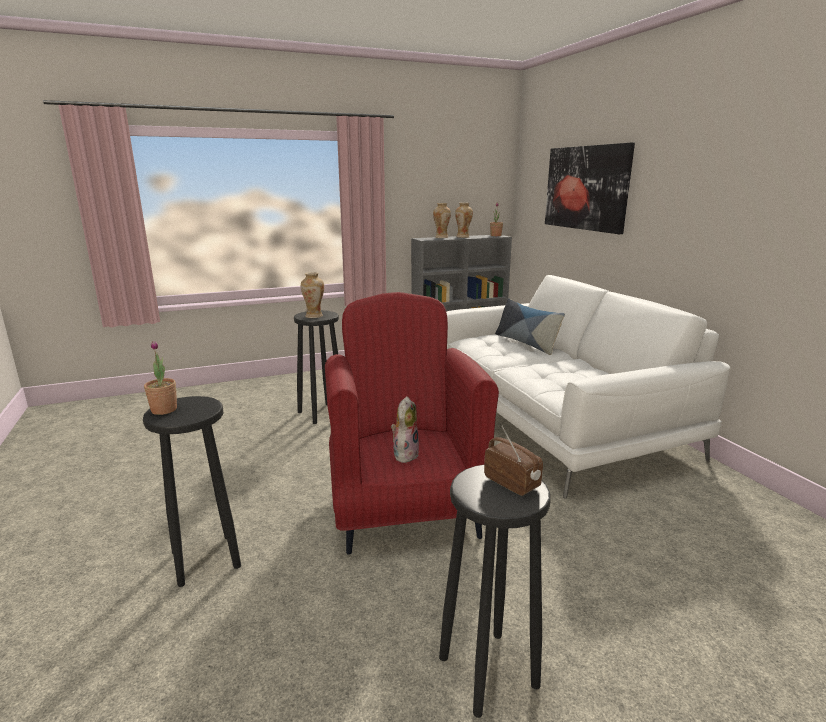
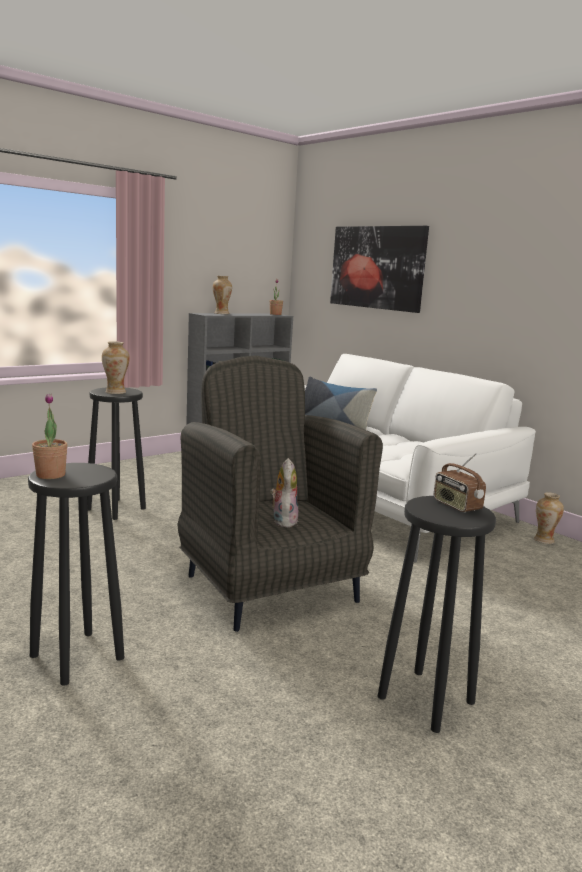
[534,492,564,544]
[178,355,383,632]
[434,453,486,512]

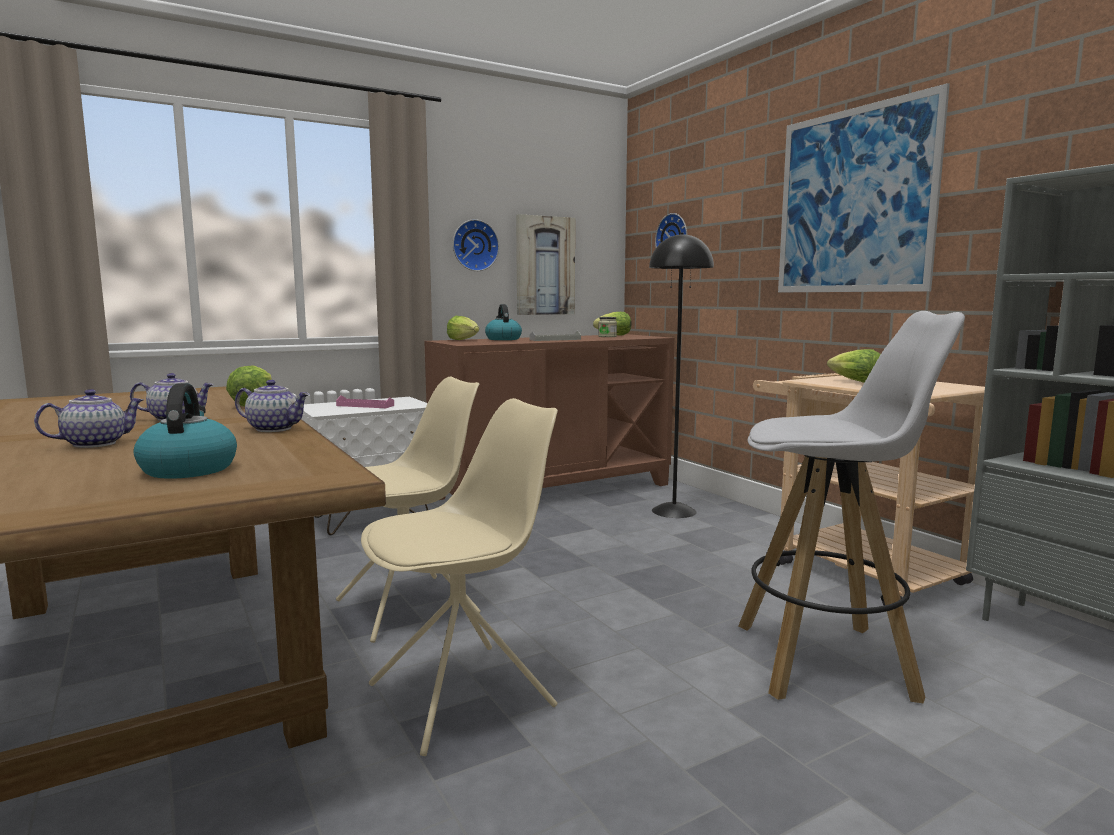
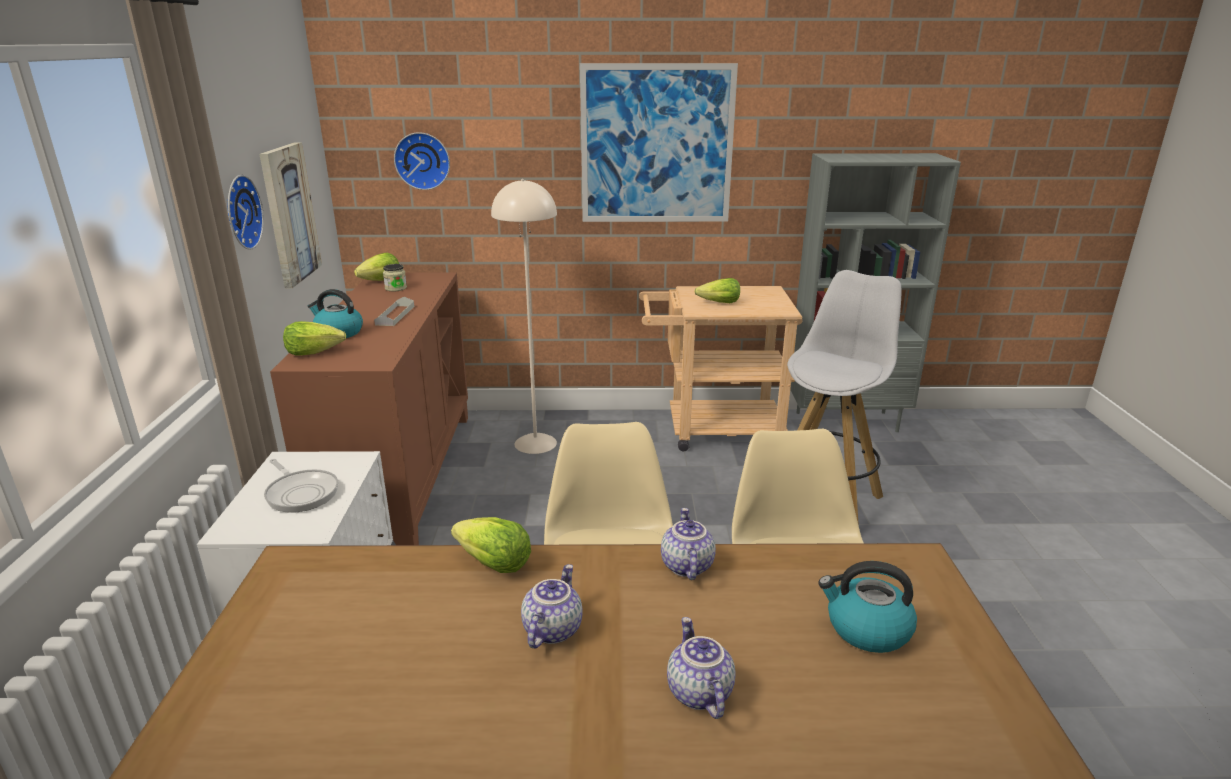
[264,459,338,513]
[491,179,557,454]
[661,508,716,580]

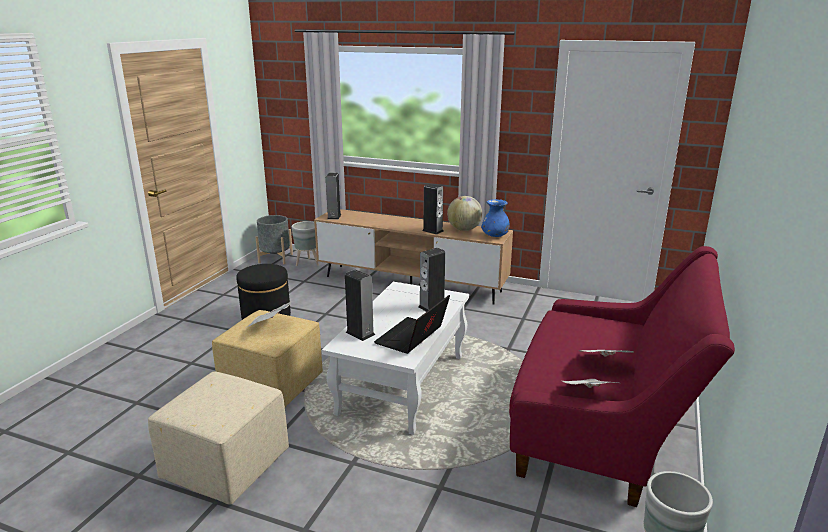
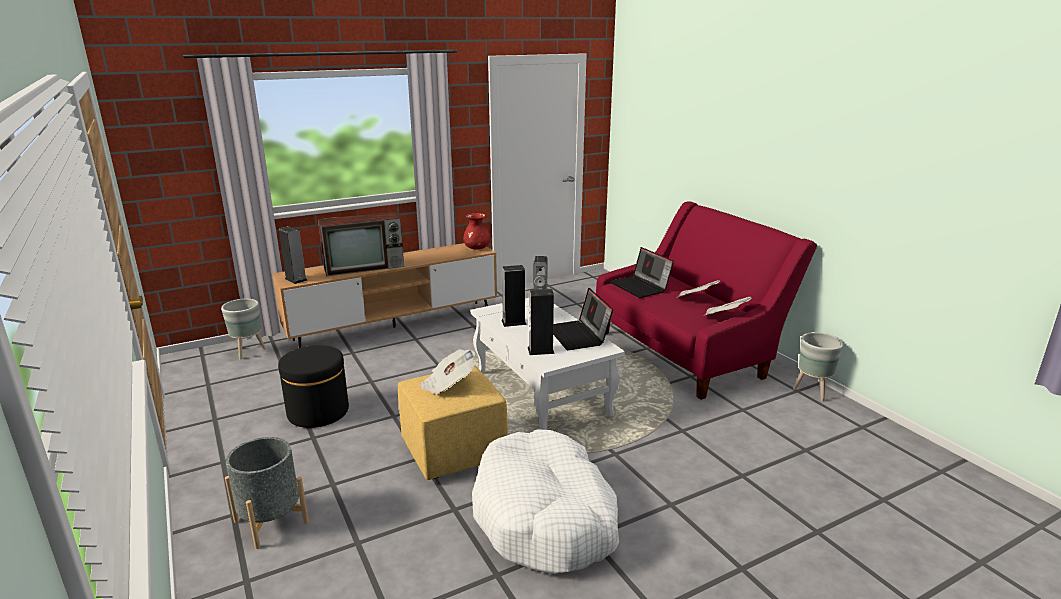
[447,196,482,231] (first image)
[318,212,404,276]
[609,247,674,298]
[225,437,309,549]
[501,265,527,327]
[472,429,619,574]
[463,213,491,249]

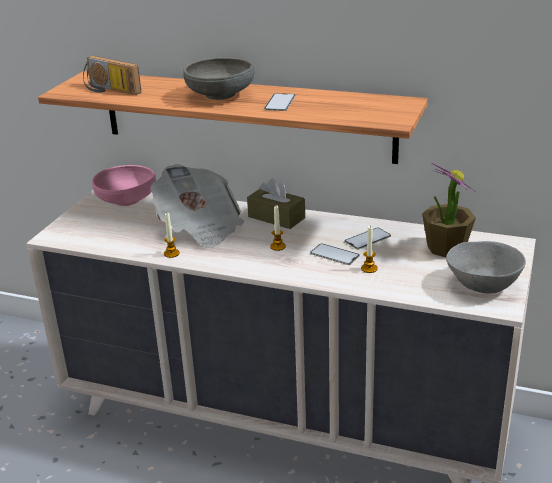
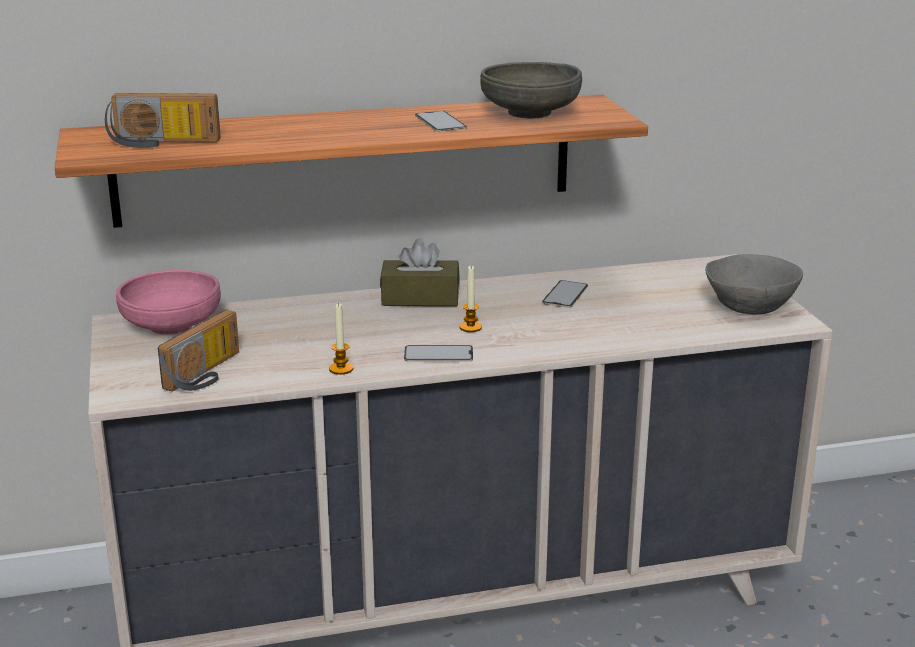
[150,164,244,248] (first image)
[361,226,378,273] (first image)
[422,163,476,257] (first image)
[158,309,239,391]
[480,62,582,119]
[404,345,473,362]

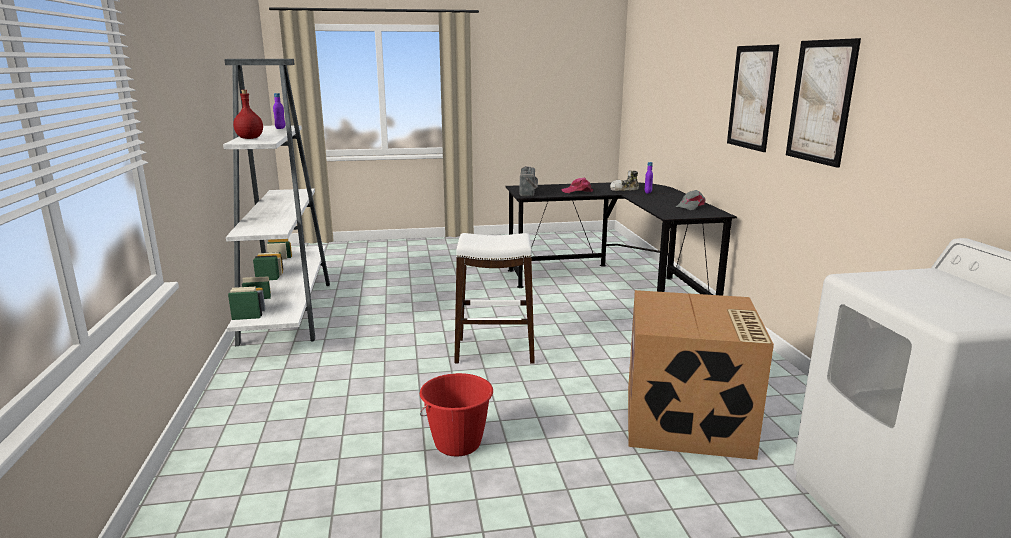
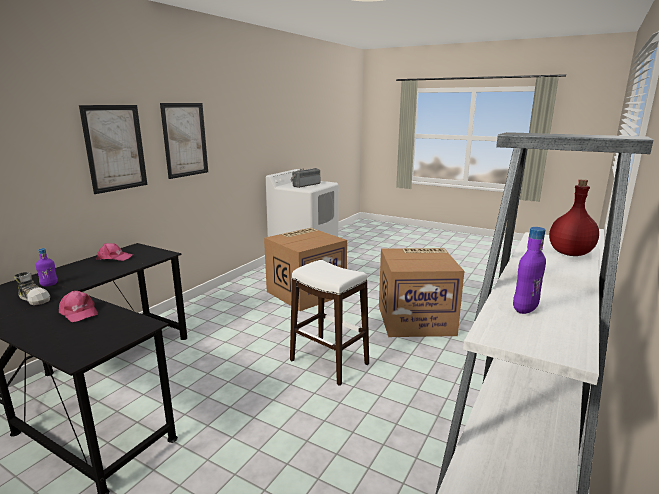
[290,168,320,188]
[379,248,464,337]
[96,243,133,261]

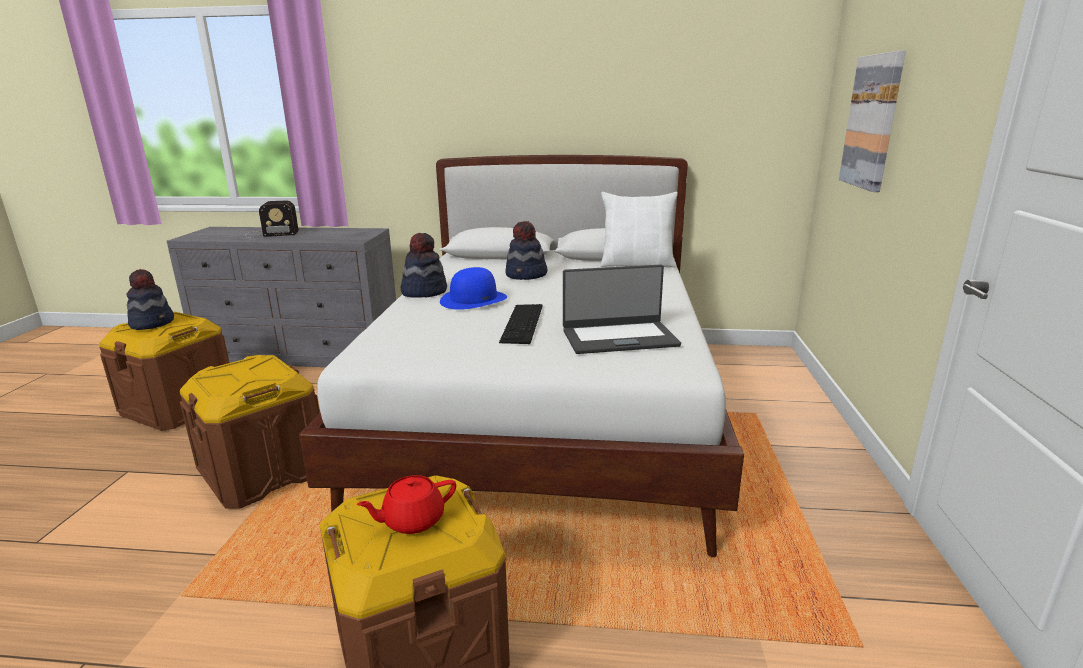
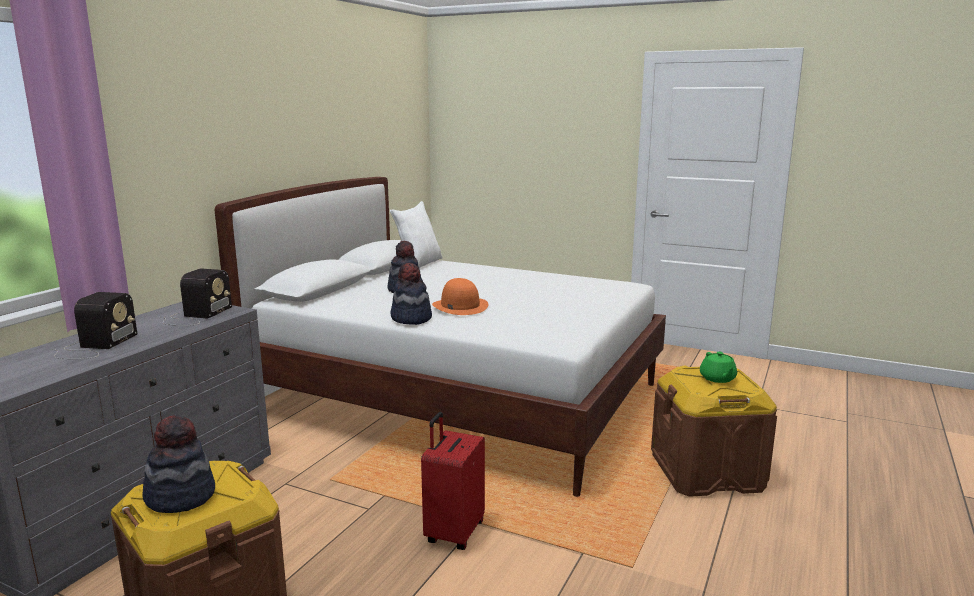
[499,304,543,344] (first image)
[563,265,681,354] (first image)
[839,51,906,192] (first image)
[161,268,232,326]
[421,412,485,550]
[700,352,737,383]
[432,278,489,315]

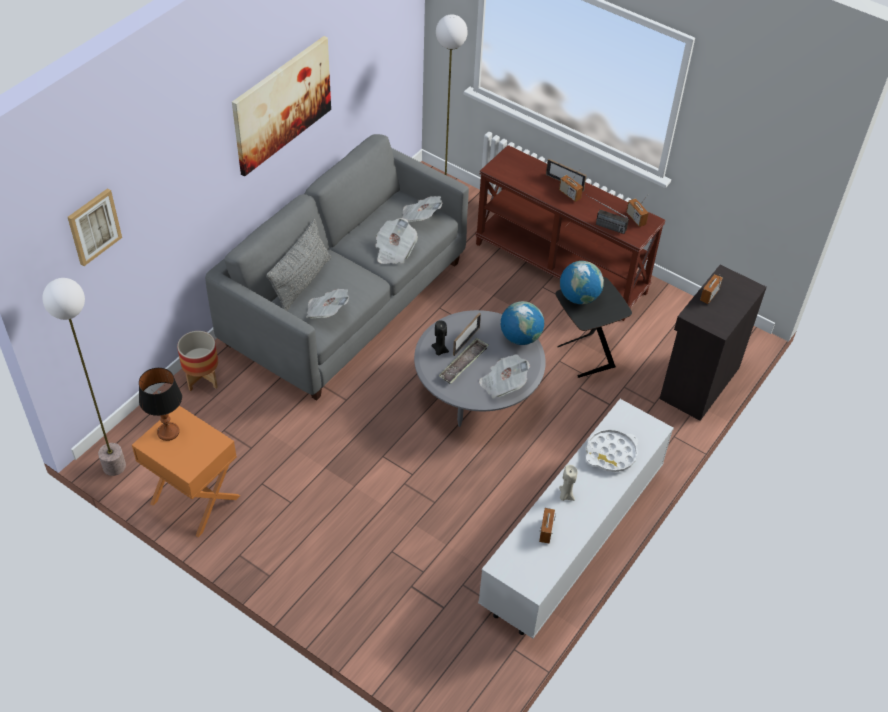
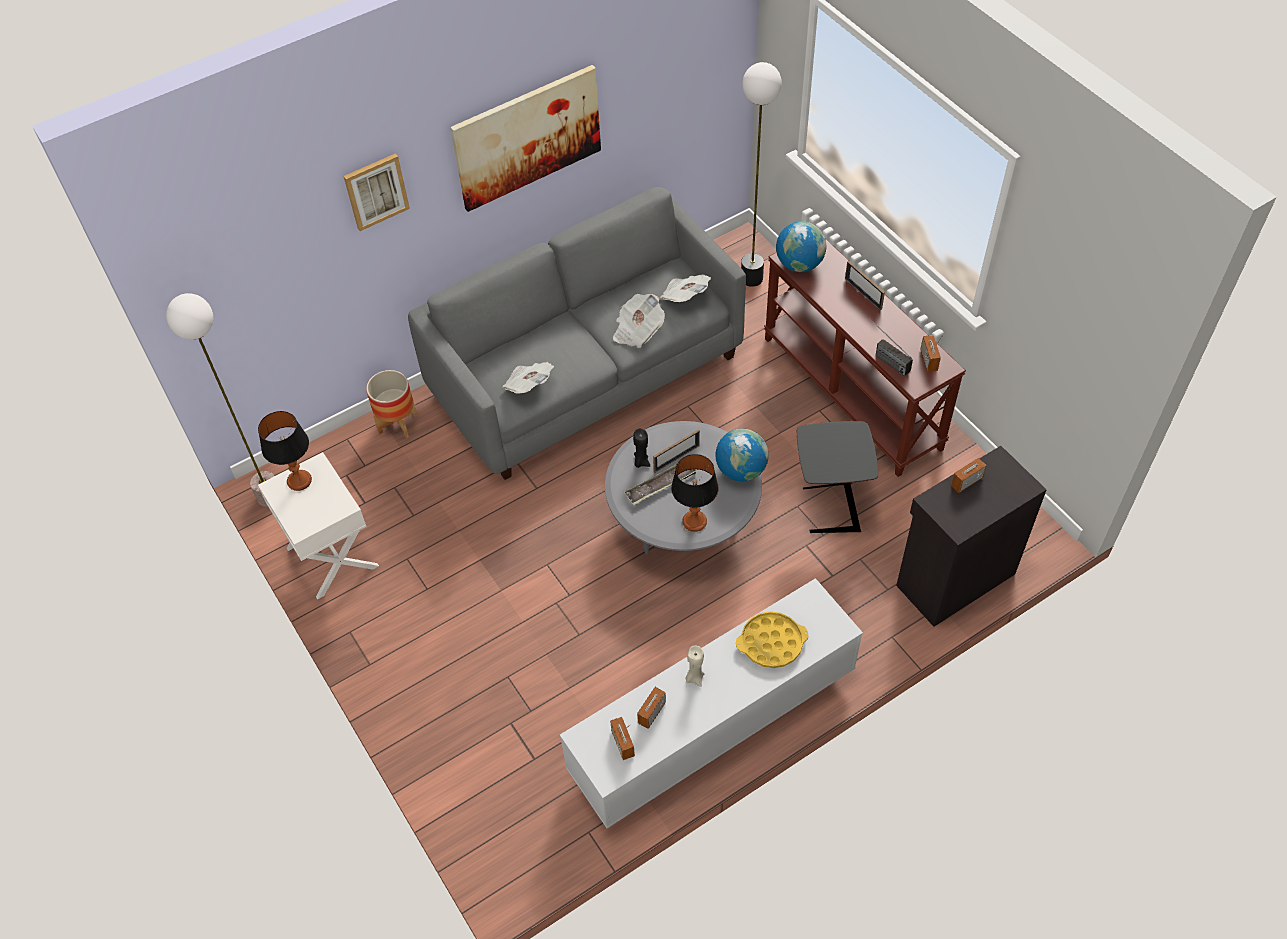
[266,219,332,311] (first image)
[343,153,410,231]
[610,717,635,760]
[776,221,827,272]
[671,454,719,532]
[258,452,379,599]
[736,611,809,668]

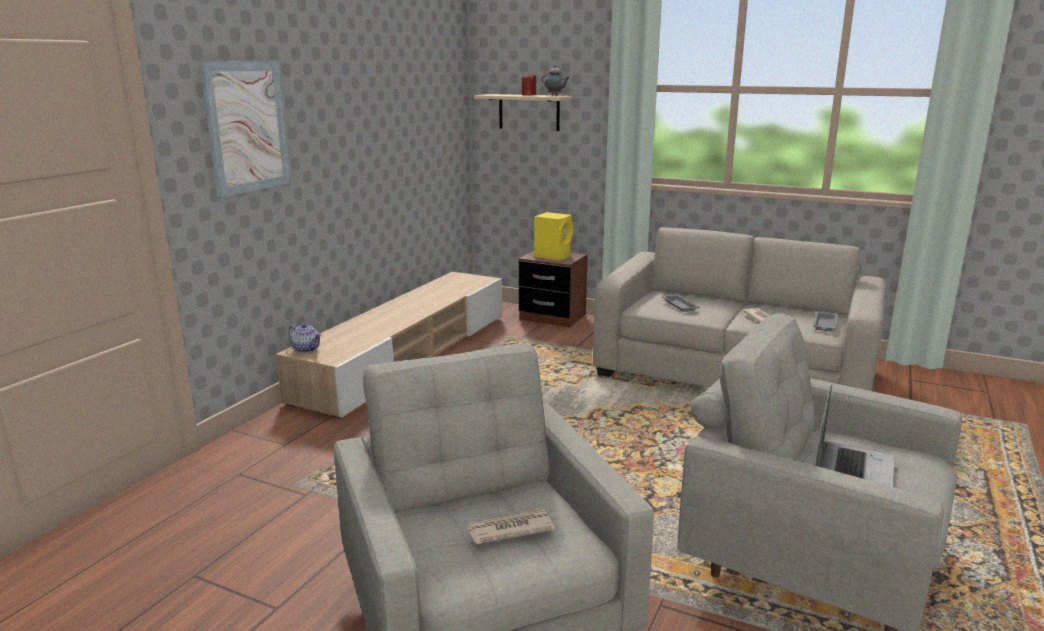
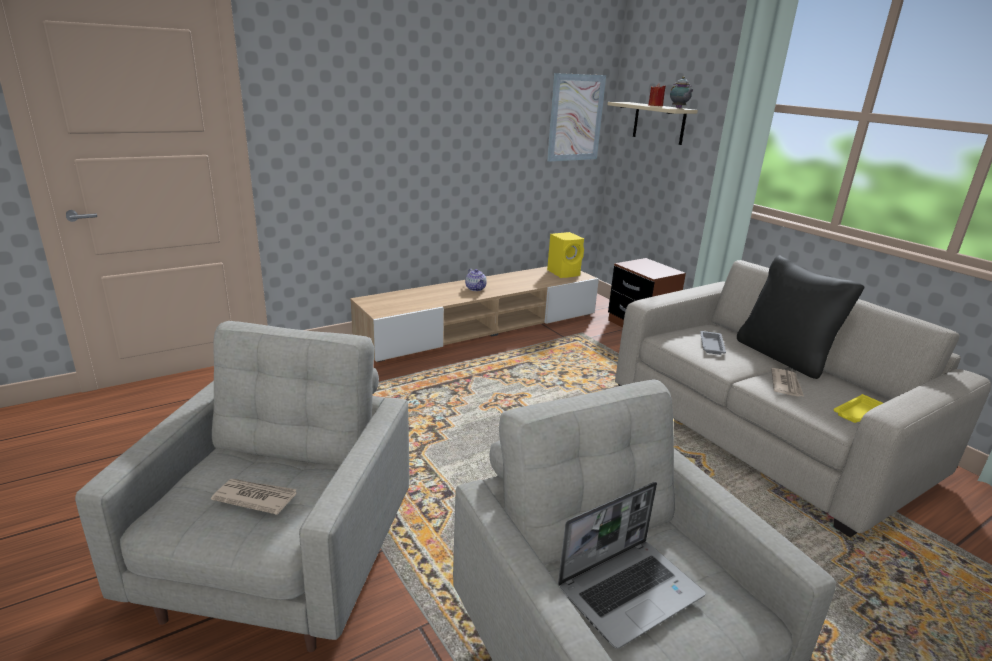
[737,256,864,379]
[547,73,606,162]
[465,269,487,291]
[547,232,584,278]
[834,394,883,423]

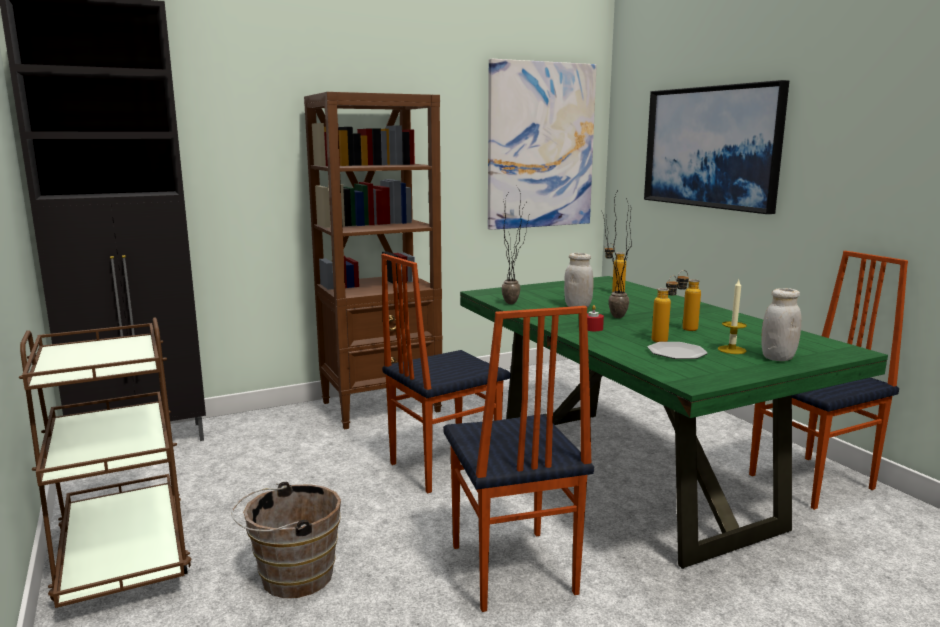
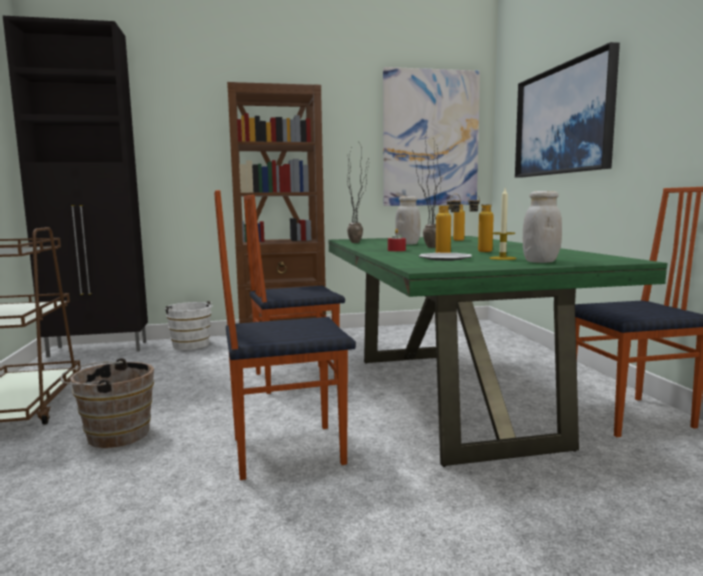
[164,301,213,350]
[214,190,356,480]

